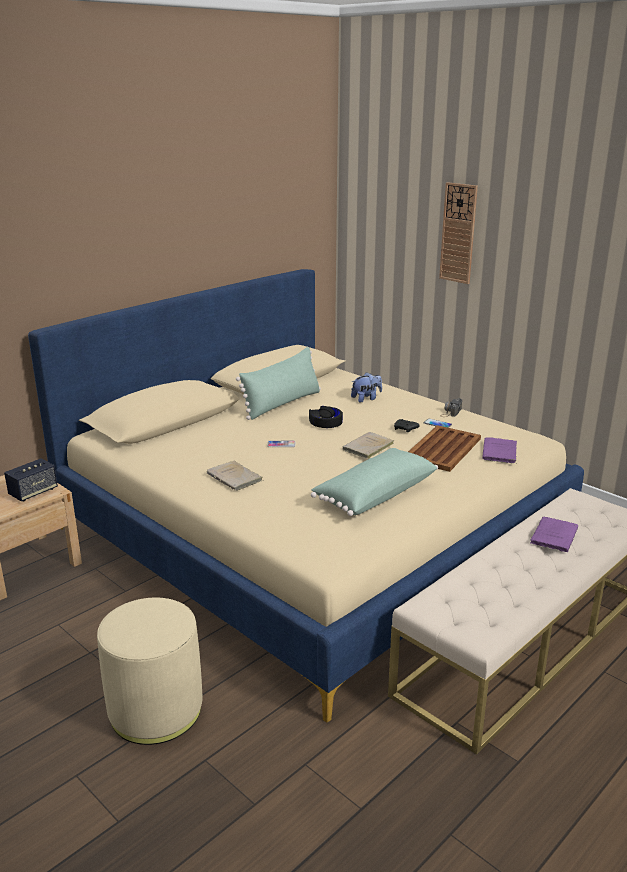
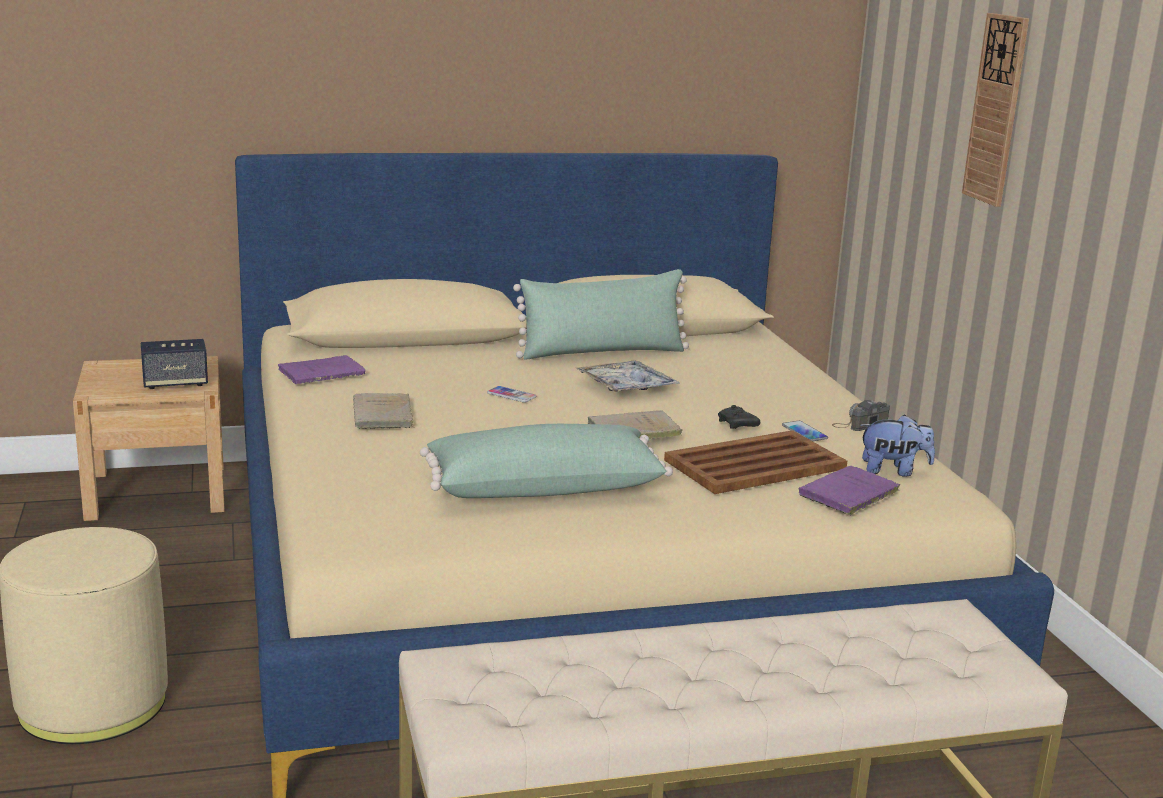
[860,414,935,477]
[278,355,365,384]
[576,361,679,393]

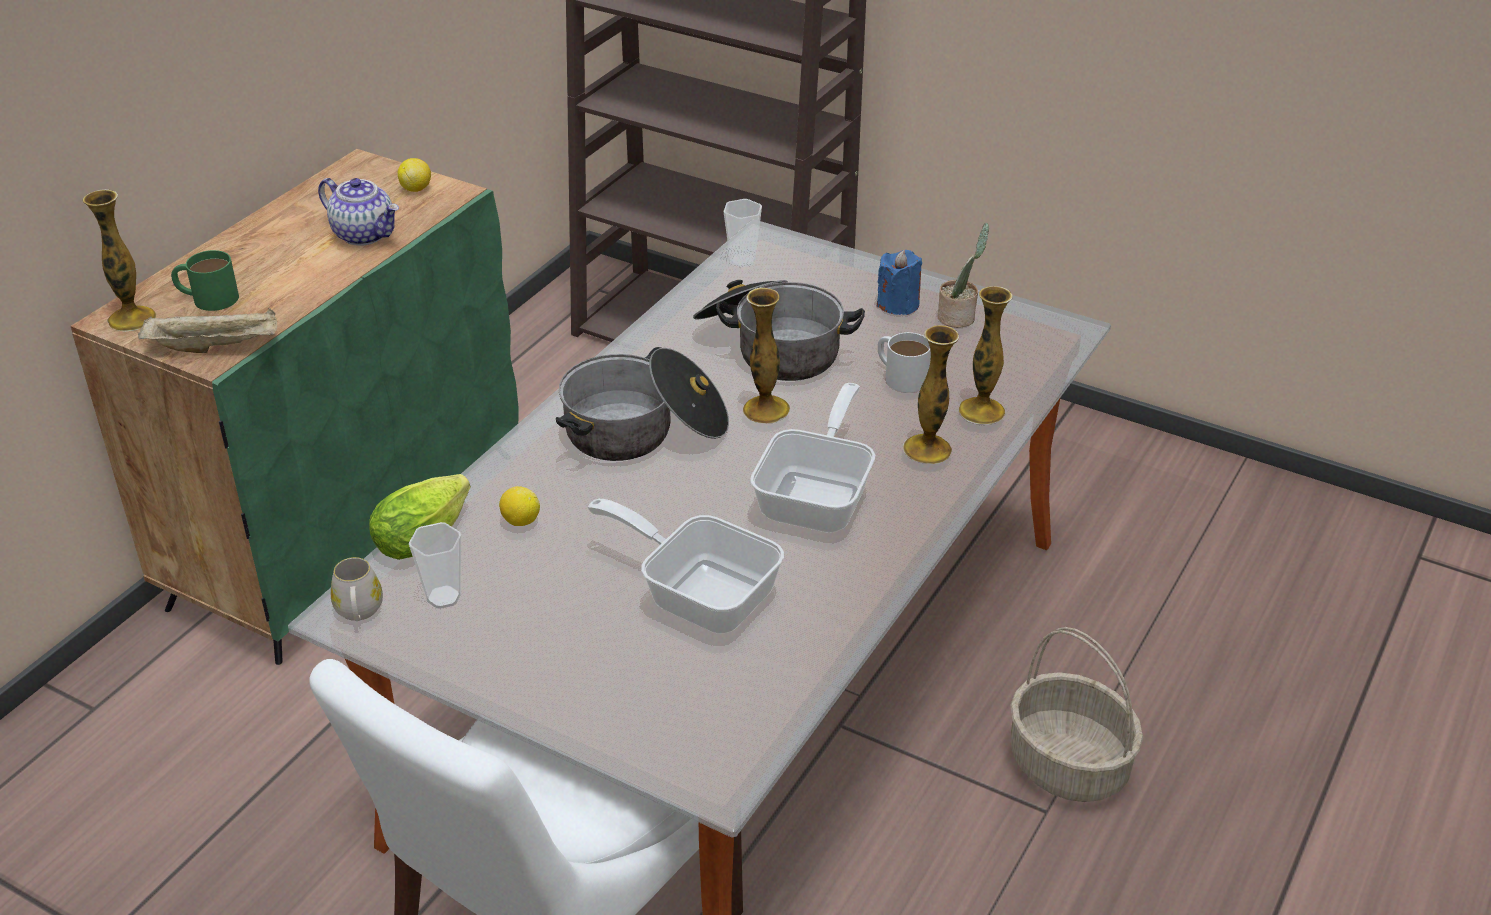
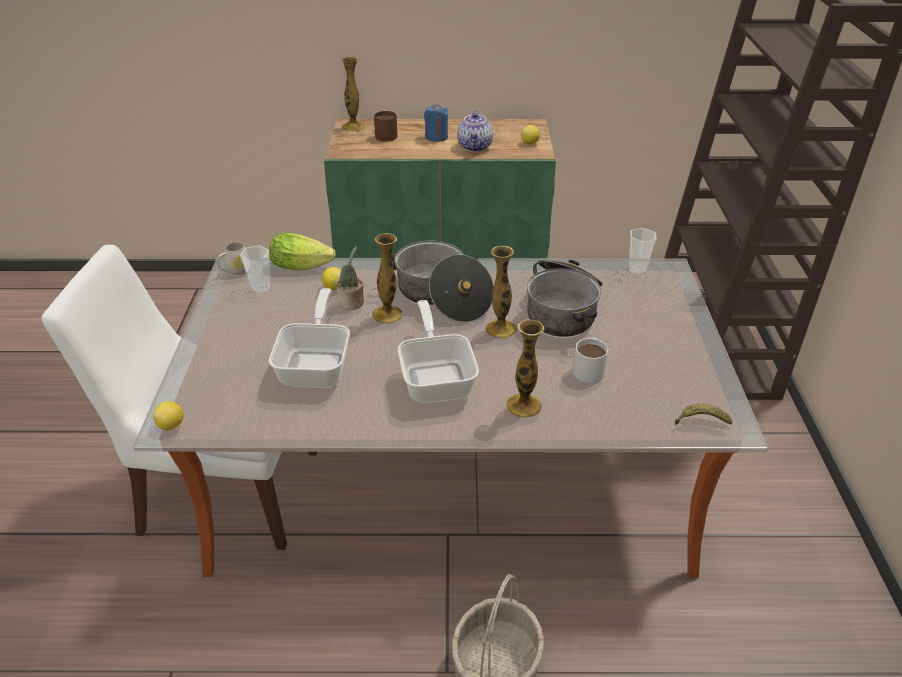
[138,308,277,353] (first image)
[153,401,183,430]
[675,404,733,425]
[424,104,448,142]
[336,246,364,310]
[372,233,403,324]
[374,111,398,142]
[398,300,479,403]

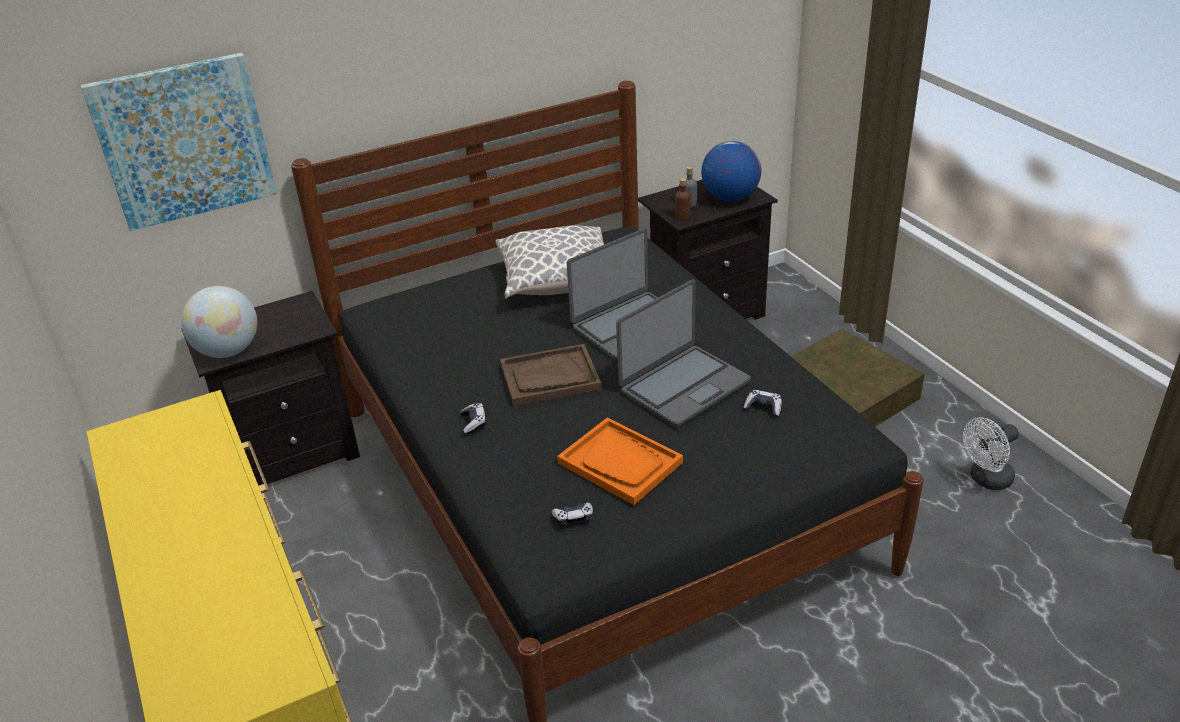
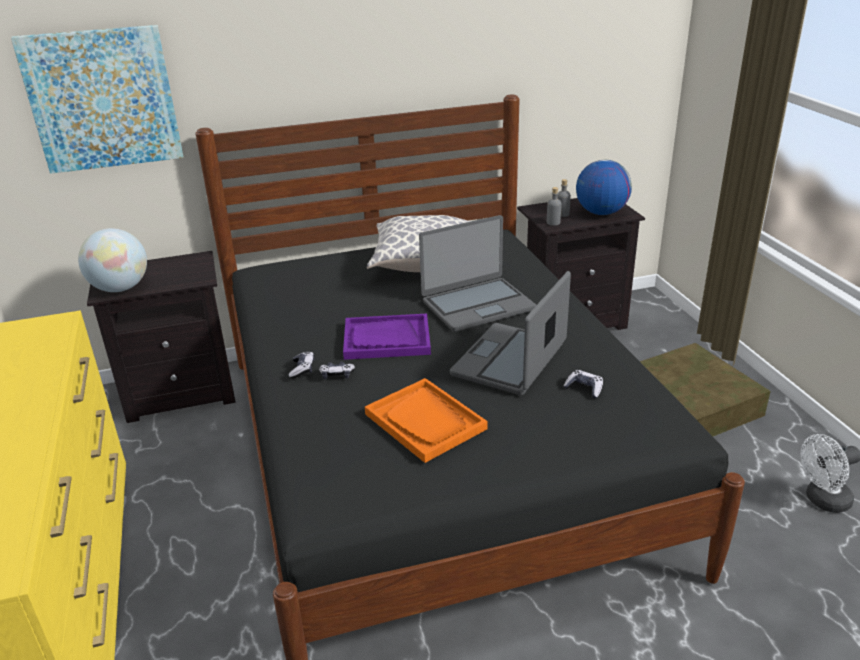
[319,362,355,379]
[343,314,431,360]
[547,187,562,226]
[450,271,571,395]

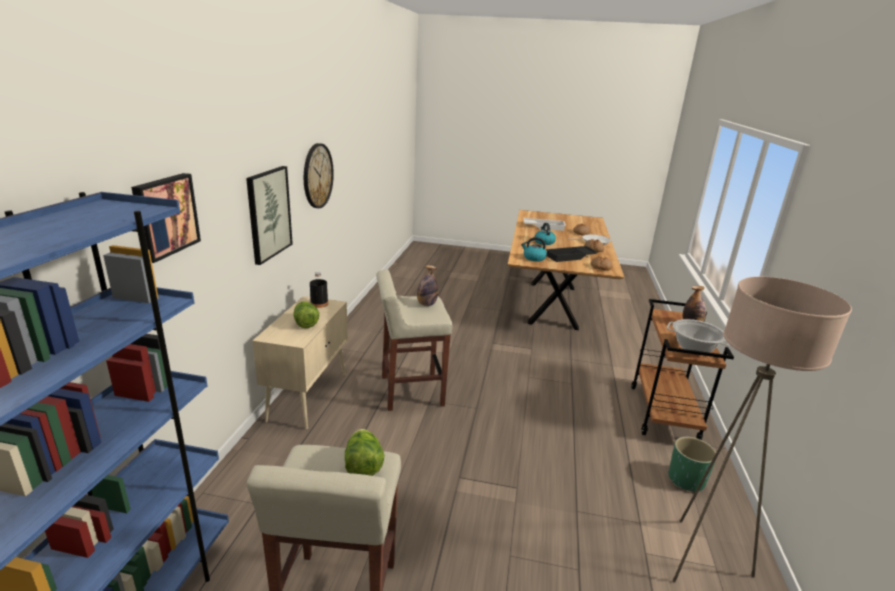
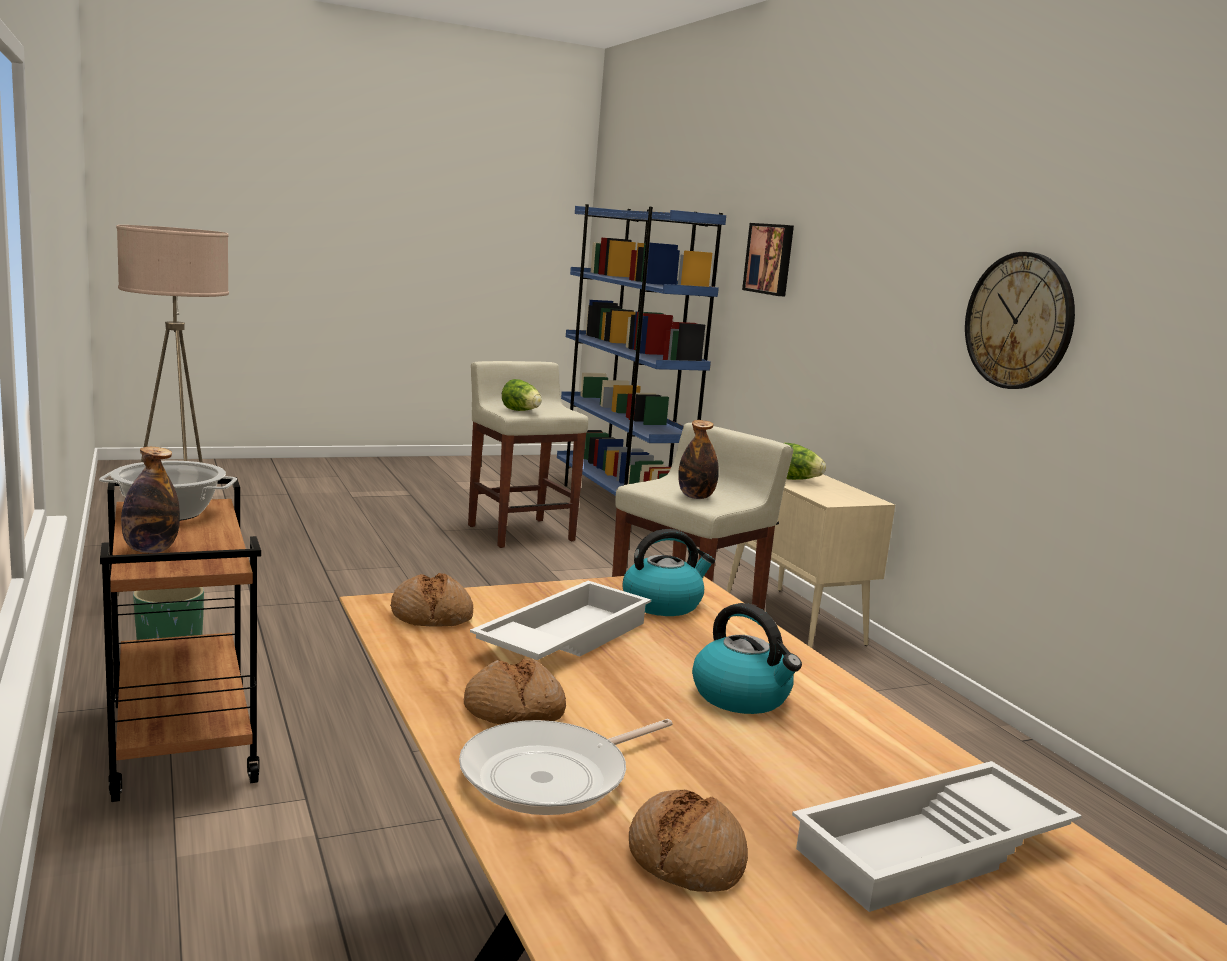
[246,166,293,265] (first image)
[310,272,328,308] (first image)
[470,581,651,660]

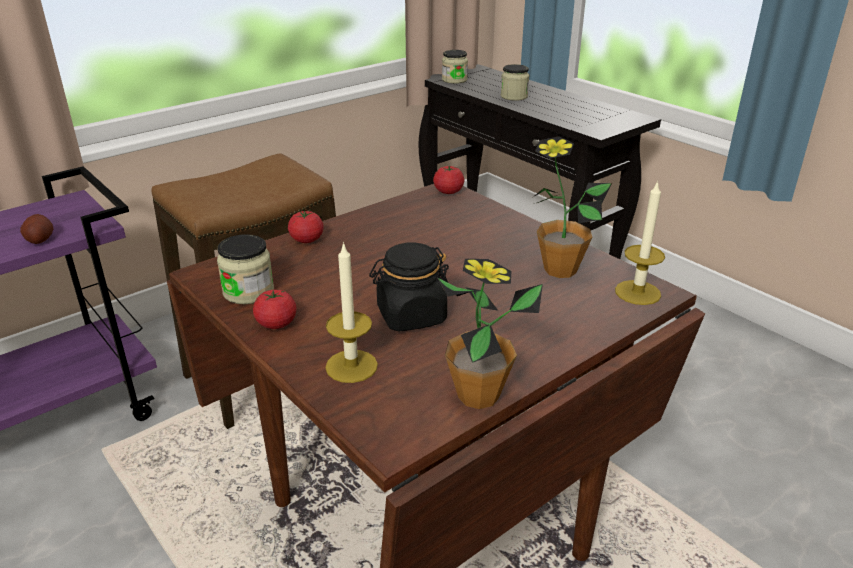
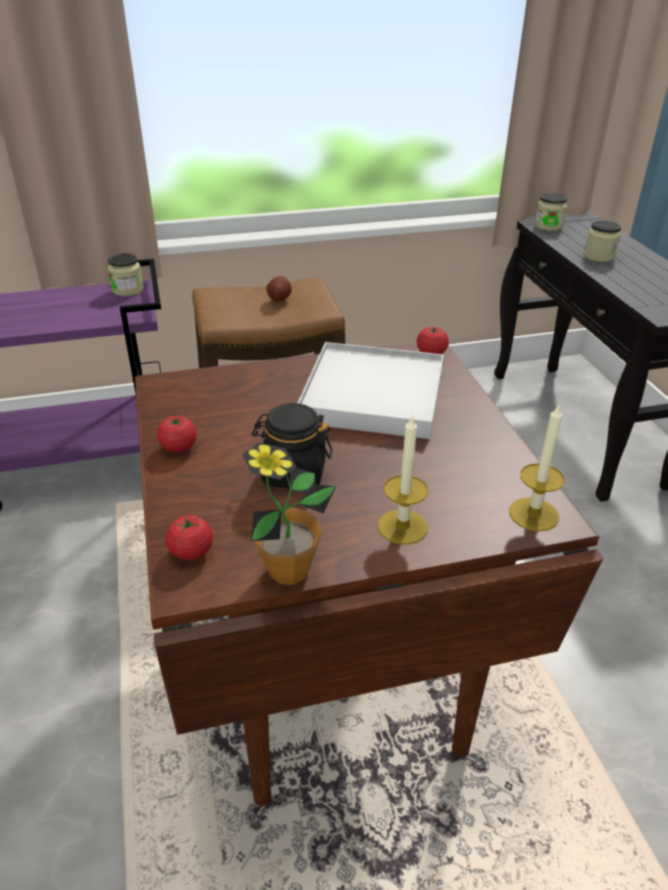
[533,136,612,278] (first image)
[298,342,444,439]
[266,276,292,302]
[108,253,144,296]
[165,515,213,560]
[378,417,428,545]

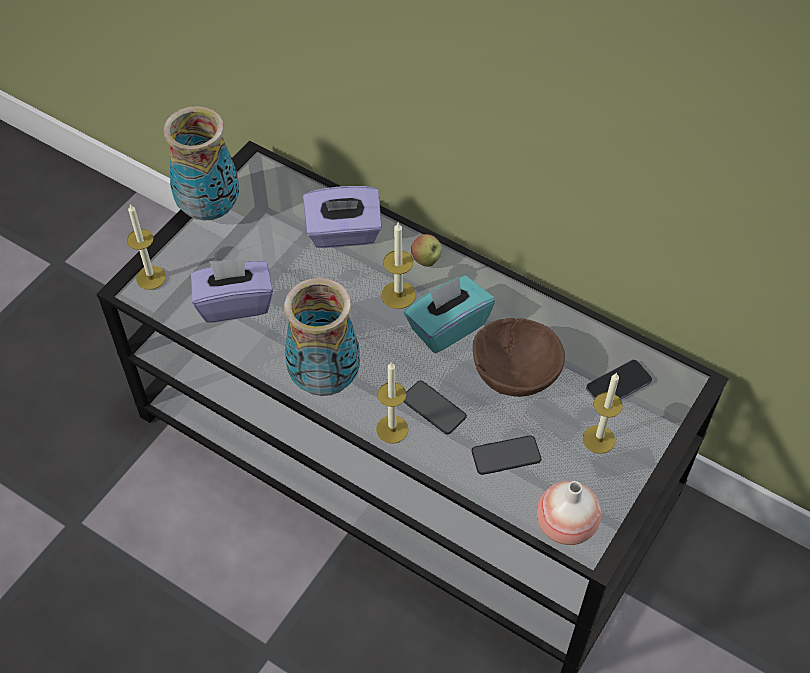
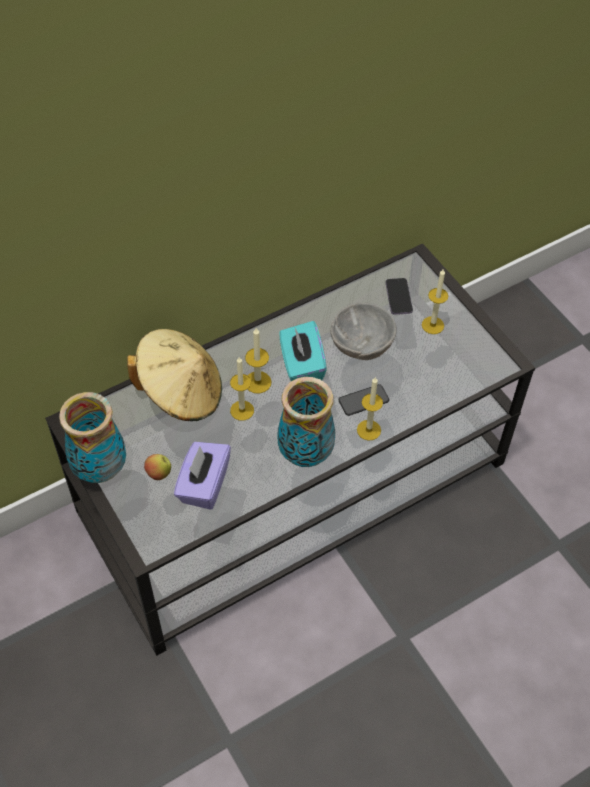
[472,435,541,475] (first image)
[537,481,601,545] (first image)
[230,357,254,421]
[144,454,171,480]
[127,329,222,421]
[330,303,397,360]

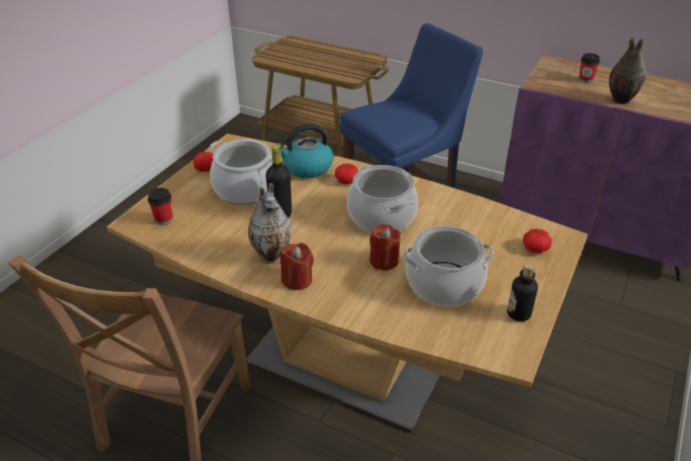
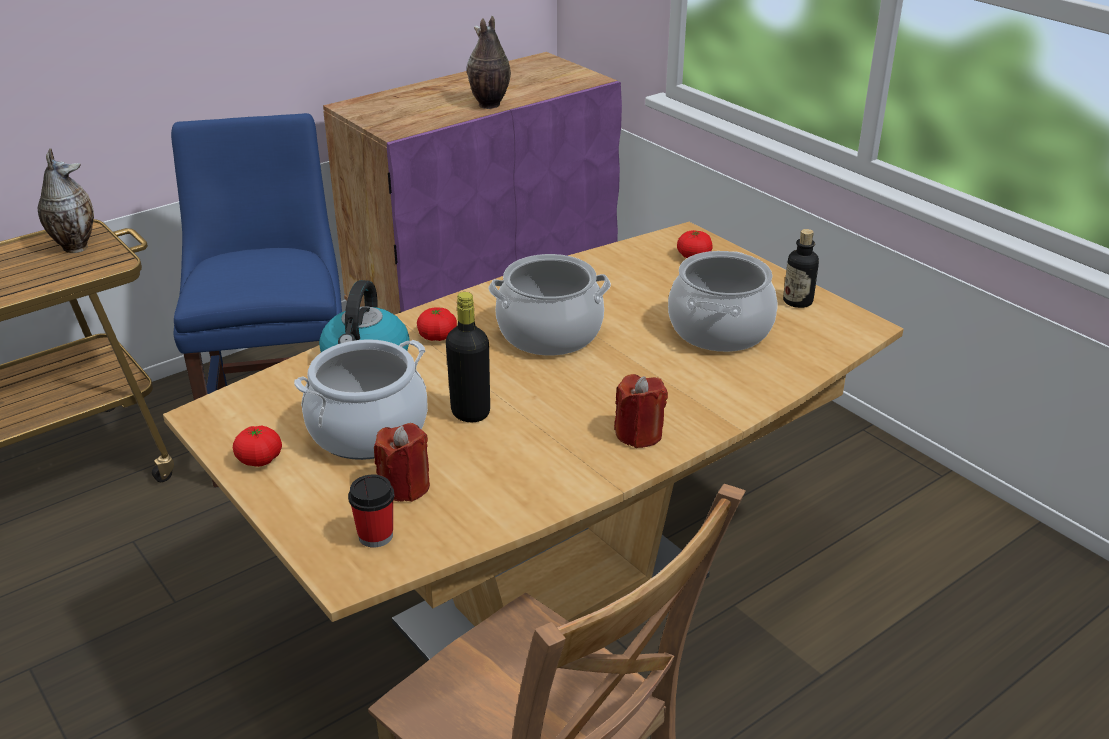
[579,53,600,83] (first image)
[38,148,94,253]
[374,423,430,502]

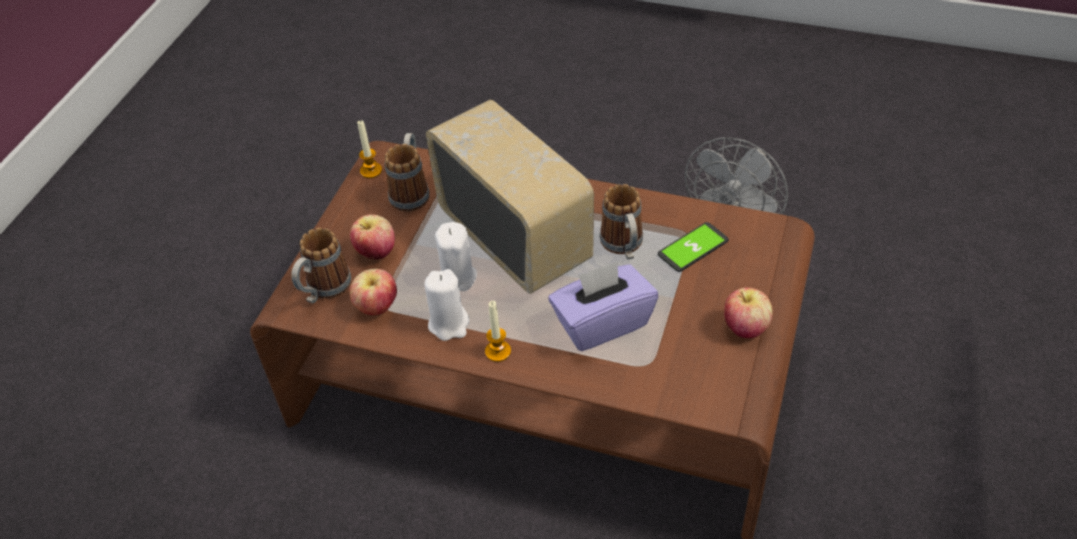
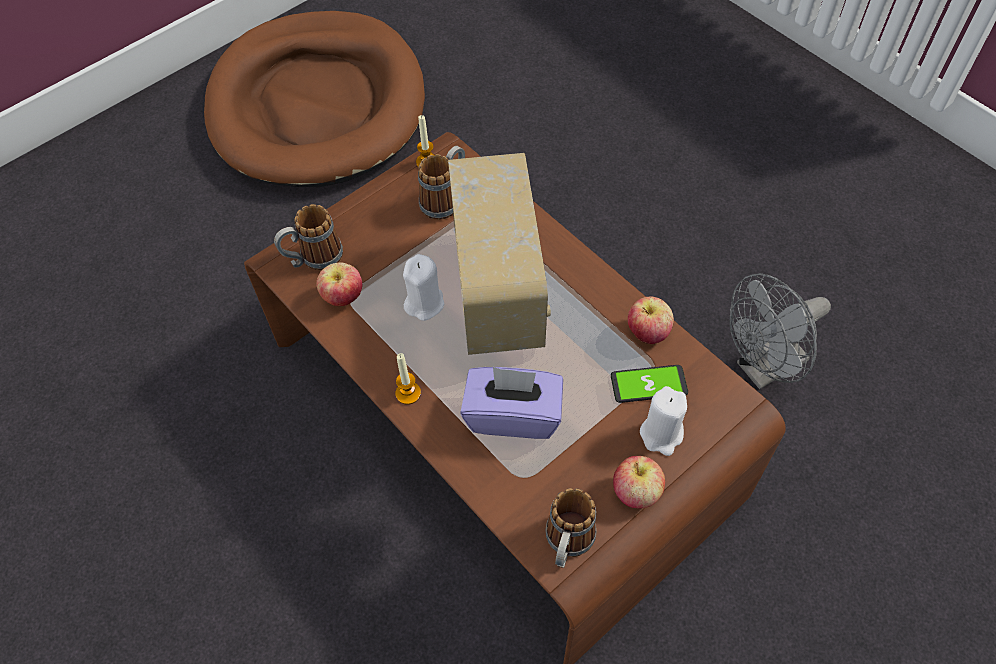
[204,11,425,187]
[628,297,674,344]
[640,386,687,456]
[545,488,596,568]

